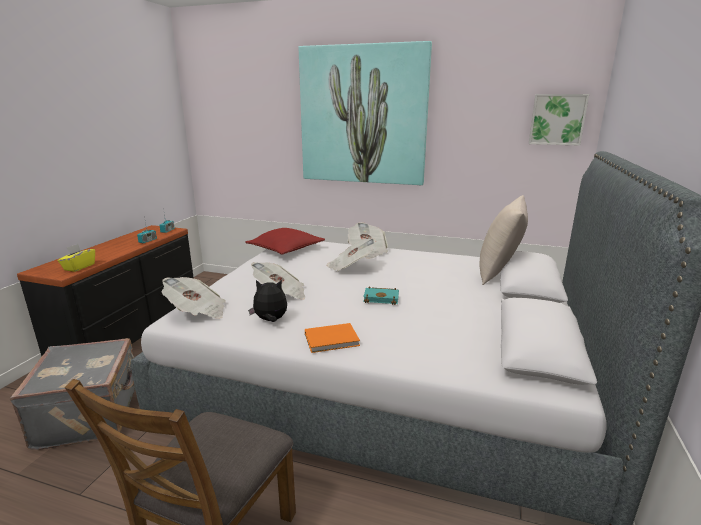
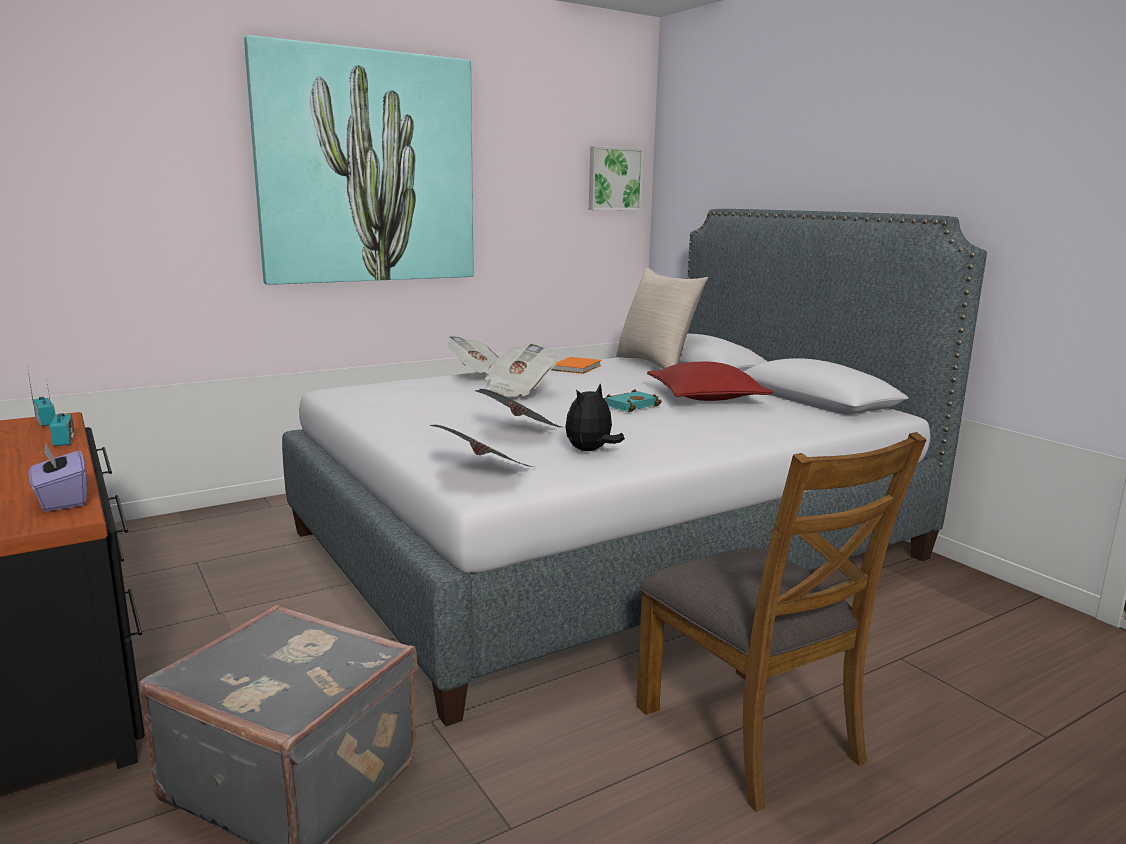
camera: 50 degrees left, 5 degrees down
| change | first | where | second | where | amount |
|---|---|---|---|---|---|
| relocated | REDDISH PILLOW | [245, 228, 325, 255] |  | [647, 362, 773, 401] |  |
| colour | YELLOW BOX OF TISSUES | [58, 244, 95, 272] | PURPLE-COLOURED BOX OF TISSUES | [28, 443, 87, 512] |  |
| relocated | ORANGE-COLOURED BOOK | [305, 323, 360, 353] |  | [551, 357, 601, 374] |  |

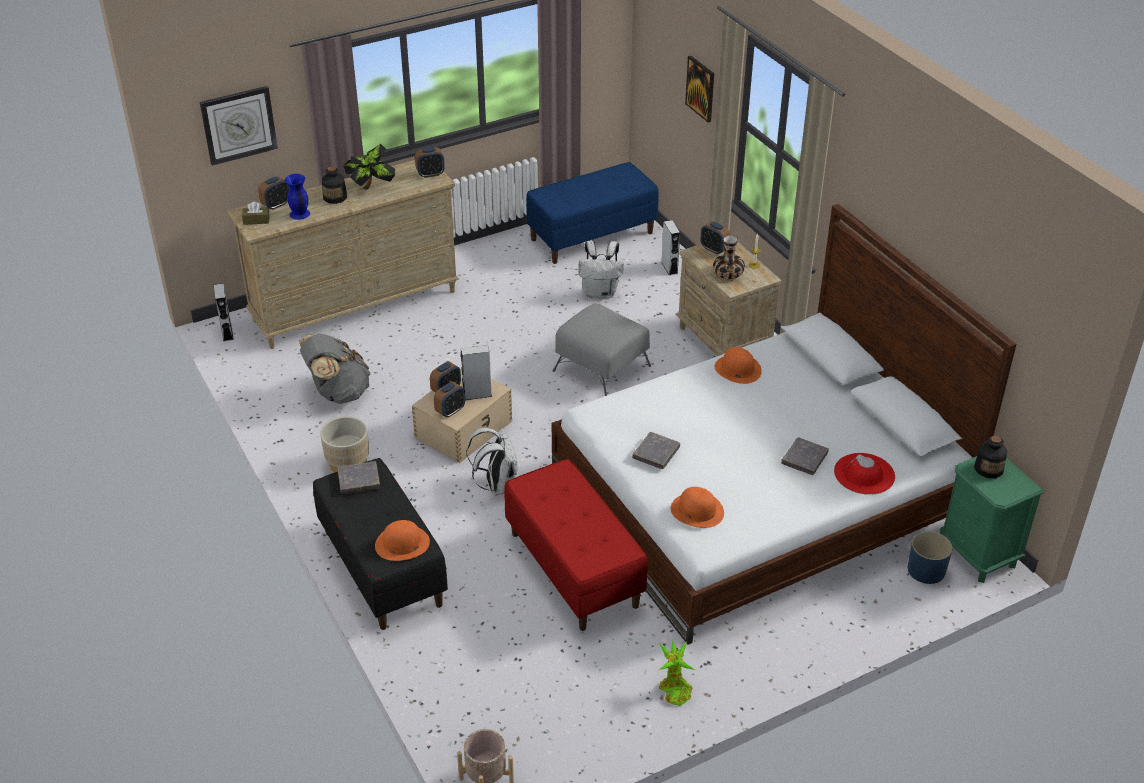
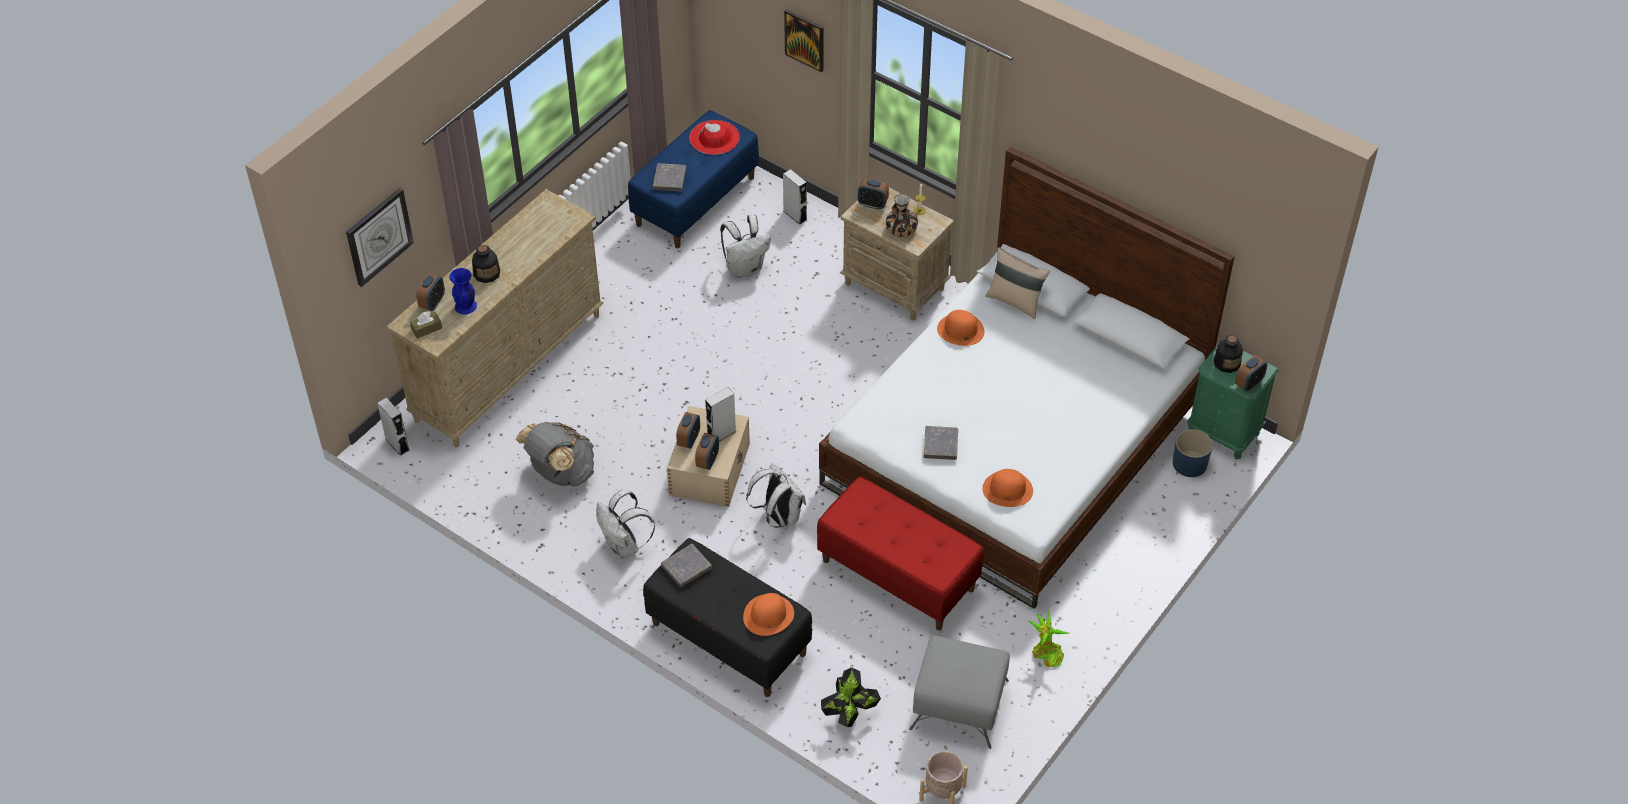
camera: 25 degrees left, 10 degrees up
| change | first | where | second | where | amount |
|---|---|---|---|---|---|
| relocated | POTTED PLANT | [343, 144, 395, 190] |  | [821, 667, 881, 727] |  |
| relocated | TABLE CLOCK | [415, 147, 445, 178] |  | [1235, 355, 1267, 392] |  |
| relocated | GREYISH OTTOMAN | [553, 303, 651, 396] |  | [909, 635, 1010, 749] |  |
| exchanged | SAND-COLOURED PLANT POT | [320, 416, 369, 473] | WHITE KNAPSACK | [596, 489, 655, 559] |  |
| relocated | GREYISH BOOK | [781, 437, 829, 475] |  | [653, 163, 686, 192] |  |
| relocated | REDDISH WEARABLE HAT | [834, 453, 895, 495] |  | [689, 120, 740, 155] |  |
| appeared |  |  | SAND-COLOURED PILLOW | [985, 247, 1050, 319] |  |

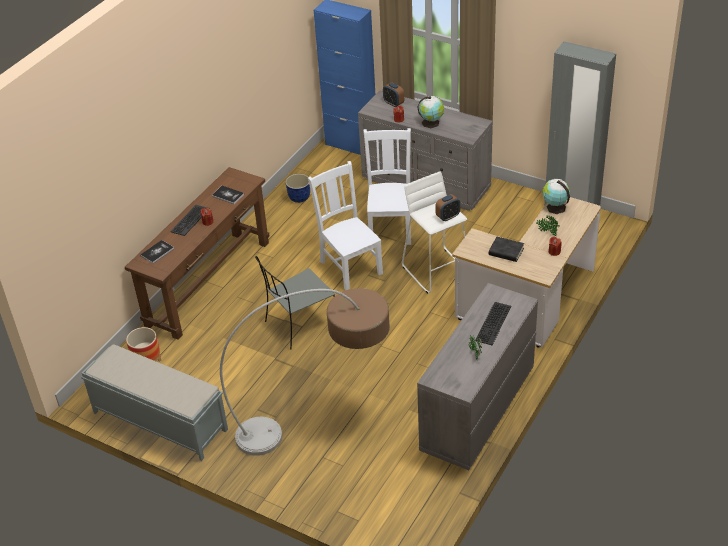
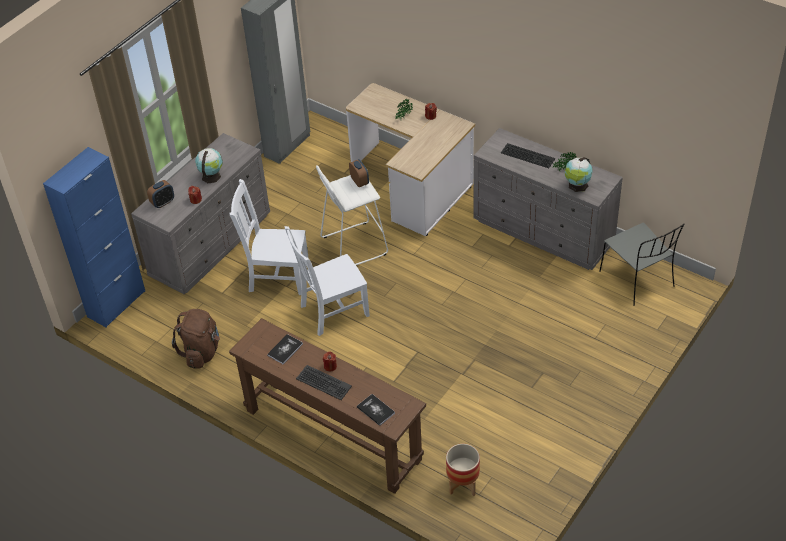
camera: 85 degrees left, 5 degrees up
| change | first | where | second | where | amount |
|---|---|---|---|---|---|
| exchanged | PLANT POT | [285, 174, 310, 203] | BROWNISH KNAPSACK | [172, 309, 220, 369] |  |
| relocated | WORLD GLOBE | [542, 179, 570, 214] |  | [565, 157, 593, 192] |  |
| missing | BLACKISH BOOK | [489, 237, 524, 262] |  |  |  |
| relocated | GREYISH UPRIGHT CHAIR | [255, 256, 335, 349] |  | [599, 222, 684, 306] |  |
| missing | STANDARD LAMP | [220, 288, 390, 456] |  |  |  |
| missing | GREYISH BENCH | [81, 345, 228, 461] |  |  |  |

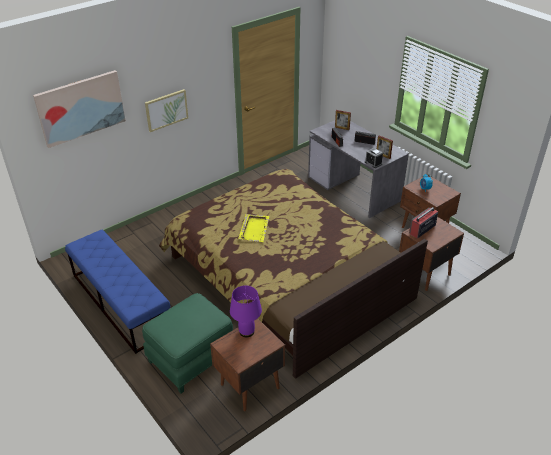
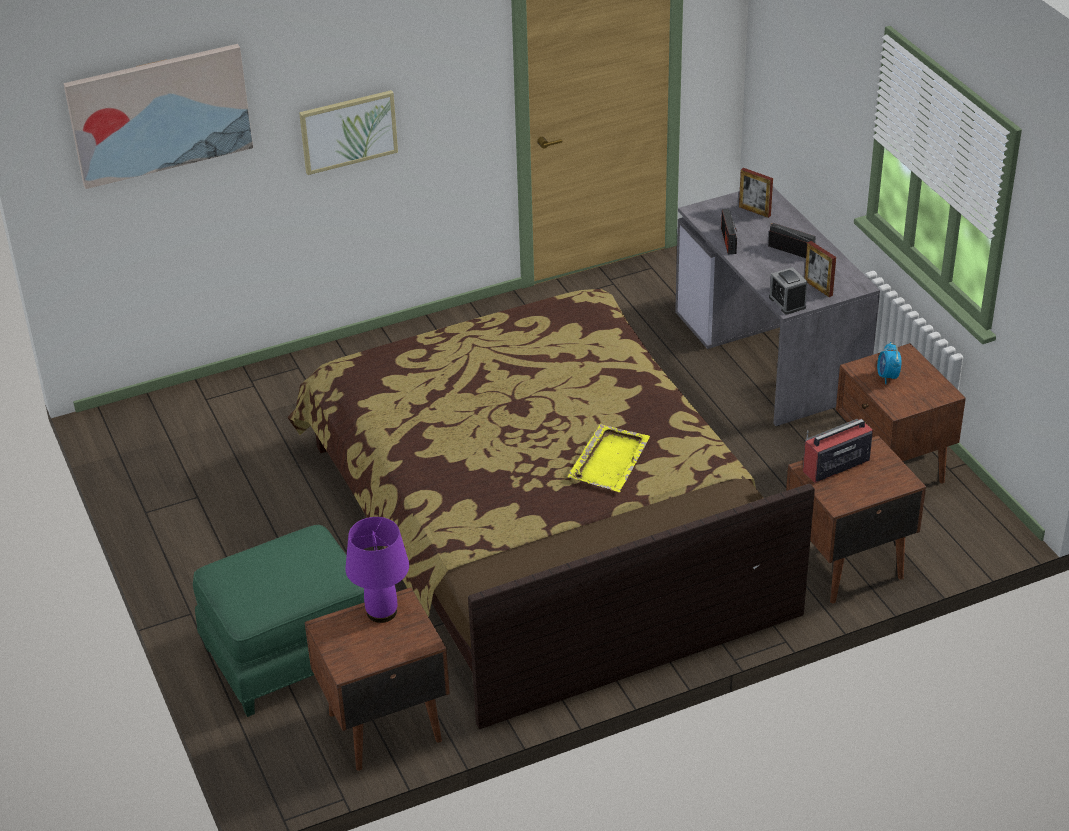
camera: 15 degrees right, 0 degrees up
| change | first | where | second | where | amount |
|---|---|---|---|---|---|
| relocated | YELLOW SERVING TRAY | [238, 214, 270, 242] |  | [568, 424, 650, 492] |  |
| missing | BLUE BENCH | [65, 230, 170, 354] |  |  |  |

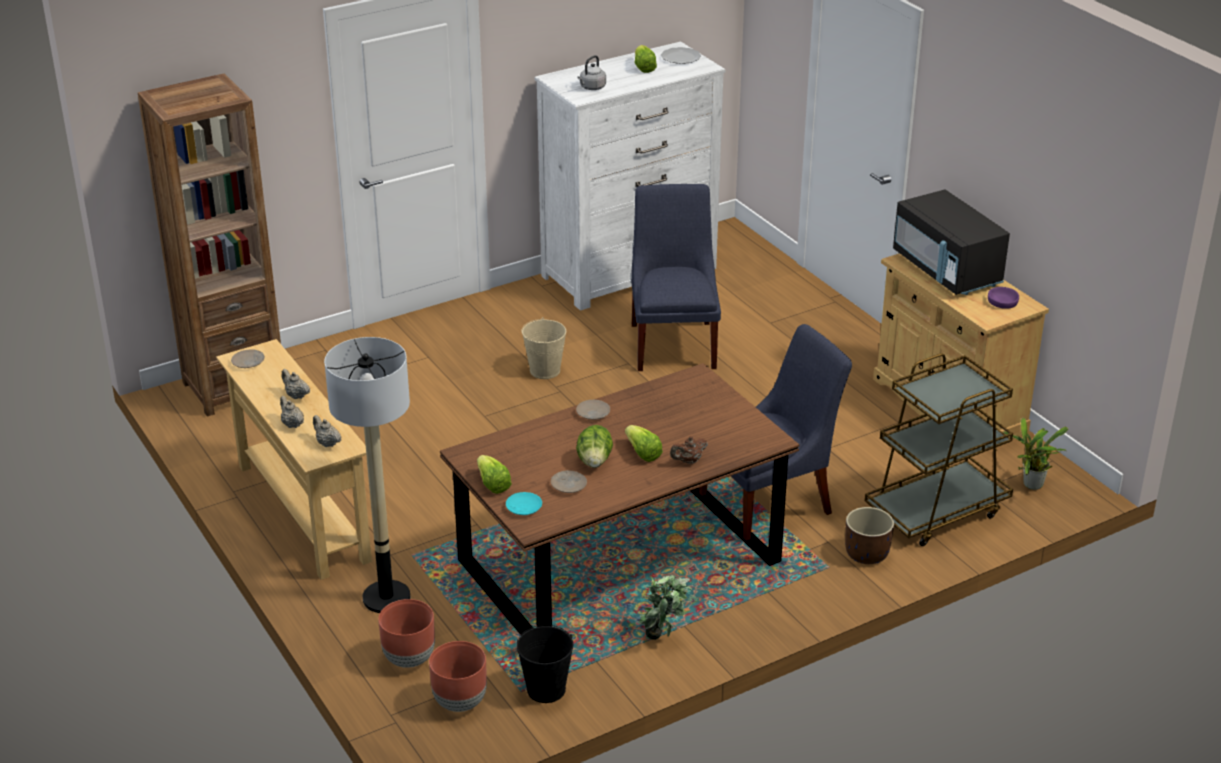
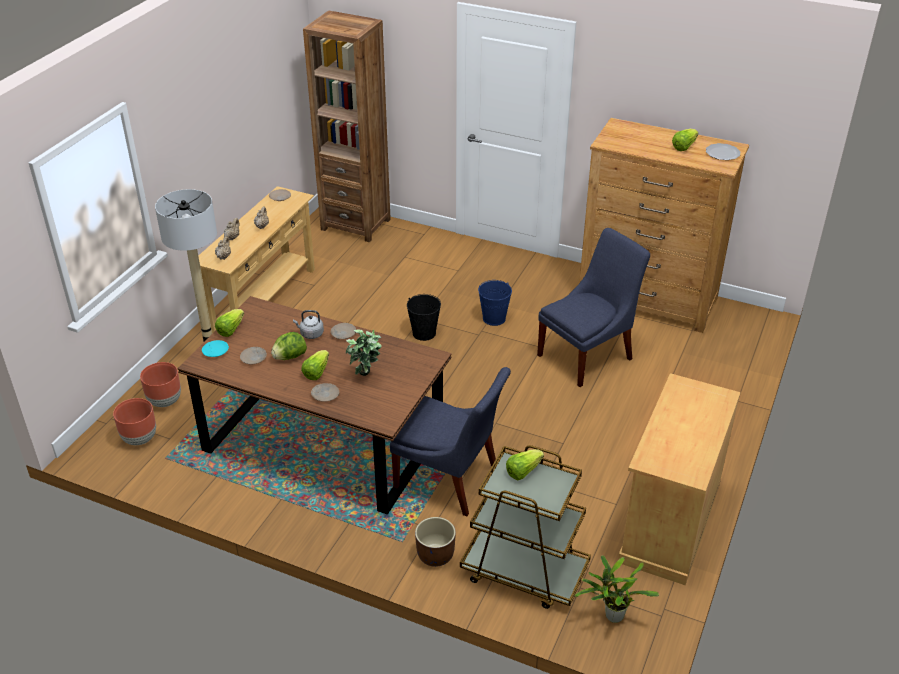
camera: 55 degrees right, 5 degrees up
| change | first | where | second | where | amount |
|---|---|---|---|---|---|
| colour | WHITE CHEST OF DRAWERS | [535, 42, 725, 311] | BROWNISH CHEST OF DRAWERS | [579, 118, 749, 333] |  |
| relocated | GREYISH KETTLE | [577, 55, 606, 90] |  | [293, 310, 324, 339] |  |
| missing | BLACKISH MICROWAVE OVEN | [893, 190, 1010, 295] |  |  |  |
| missing | PURPLE-COLOURED DEEP DISH | [988, 287, 1019, 309] |  |  |  |
| colour | SAND-COLOURED BUCKET | [521, 317, 566, 379] | BLUE BUCKET | [478, 280, 512, 326] |  |
| exchanged | BROWNISH POT FOR TEA | [670, 437, 708, 464] | SAND-COLOURED FLAT DISH | [311, 383, 339, 402] |  |
| relocated | POTTED PLANT | [638, 575, 692, 640] |  | [346, 329, 382, 376] |  |
| relocated | BLACKISH BUCKET | [517, 625, 573, 703] |  | [407, 294, 441, 341] |  |
| appeared |  |  | LETTUCE HEAD | [506, 449, 544, 480] |  |

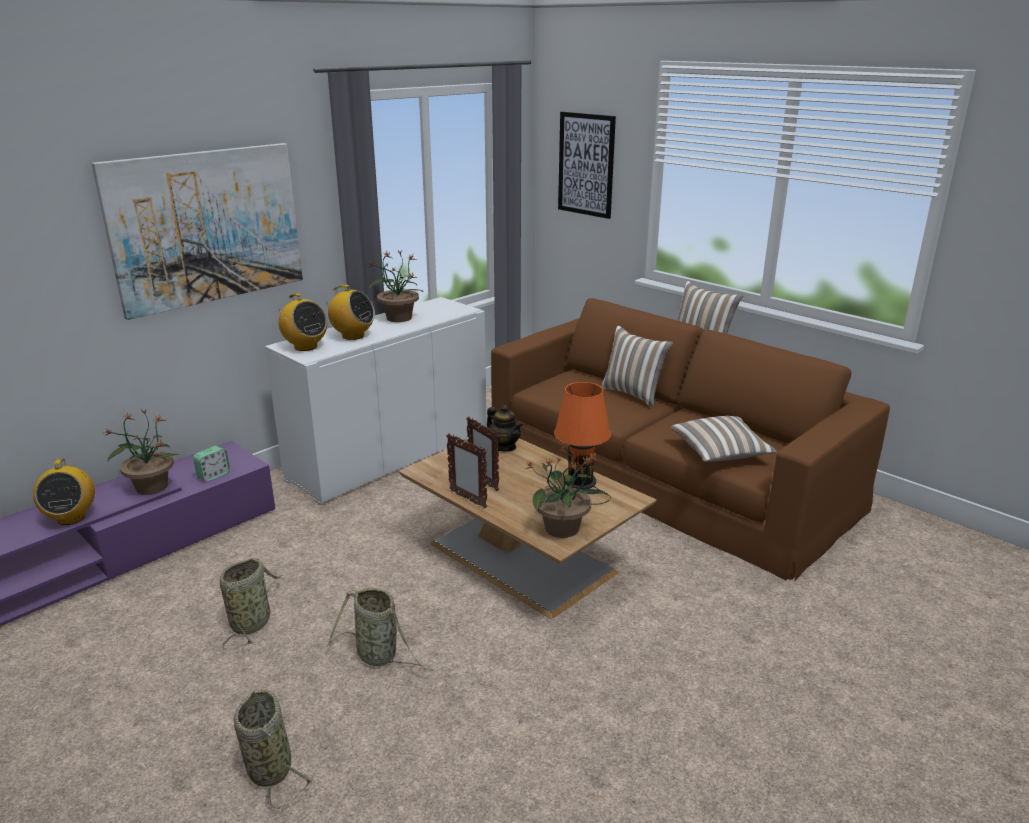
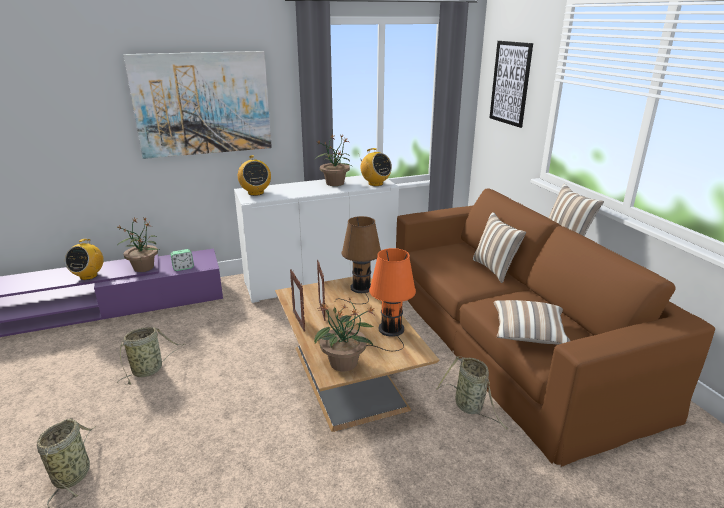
camera: 25 degrees right, 0 degrees up
| change | first | where | second | where | amount |
|---|---|---|---|---|---|
| relocated | RADIO RECEIVER | [322, 285, 375, 340] |  | [360, 148, 392, 186] |  |
| exchanged | POT FOR TEA | [487, 405, 523, 452] | BROWNISH LAMP FOR A TABLE | [335, 216, 381, 304] |  |
| relocated | BASKET | [327, 588, 433, 672] |  | [436, 356, 508, 429] |  |

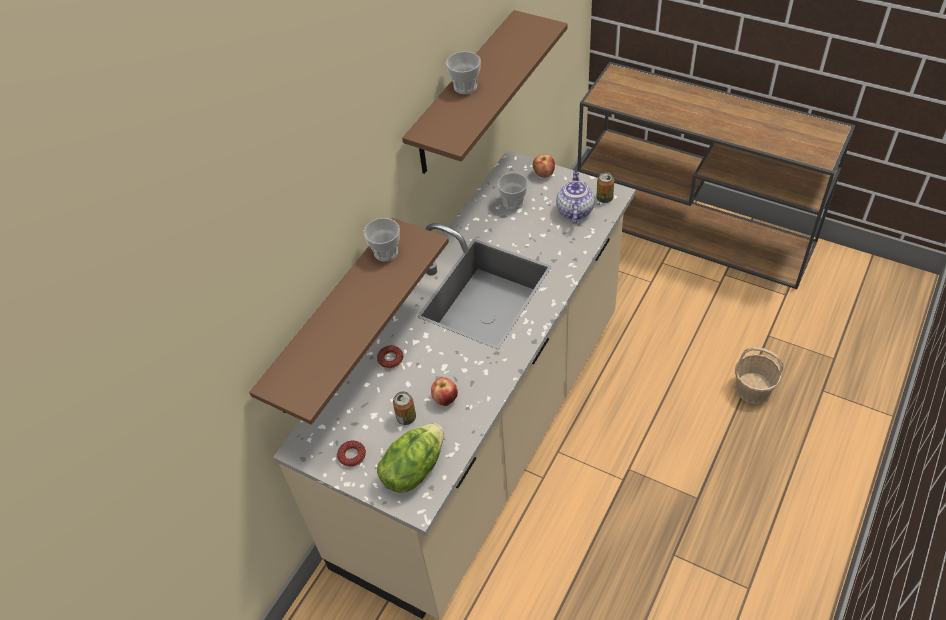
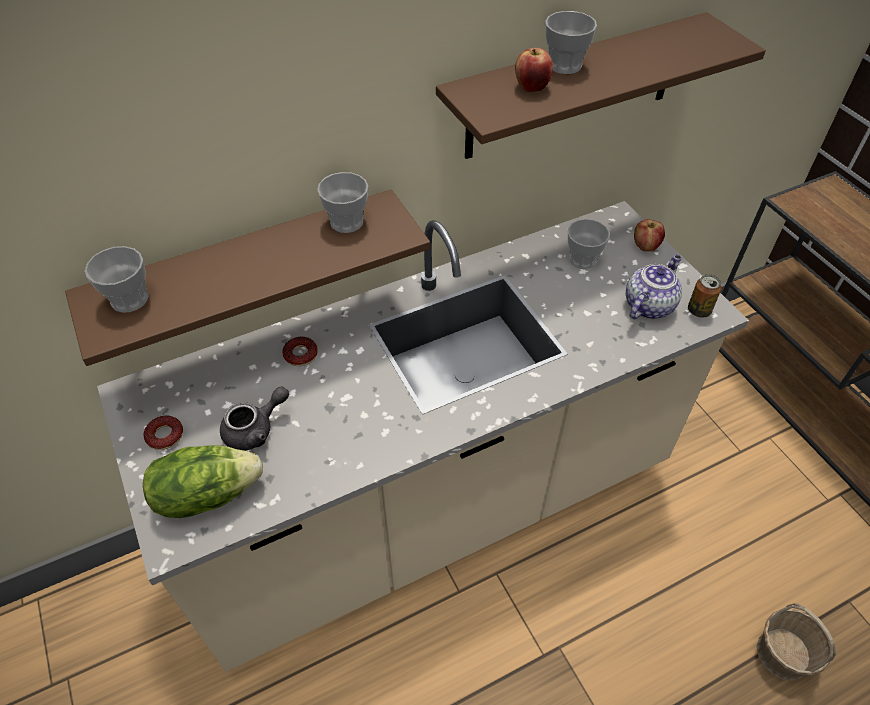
camera: 30 degrees right, 0 degrees up
| change | first | where | second | where | amount |
|---|---|---|---|---|---|
| relocated | APPLE FRUIT | [431, 377, 458, 406] |  | [515, 48, 553, 92] |  |
| exchanged | CAN | [393, 392, 416, 425] | GREYISH POT FOR TEA | [220, 386, 289, 451] |  |
| appeared |  |  | CUP | [85, 246, 148, 312] |  |

